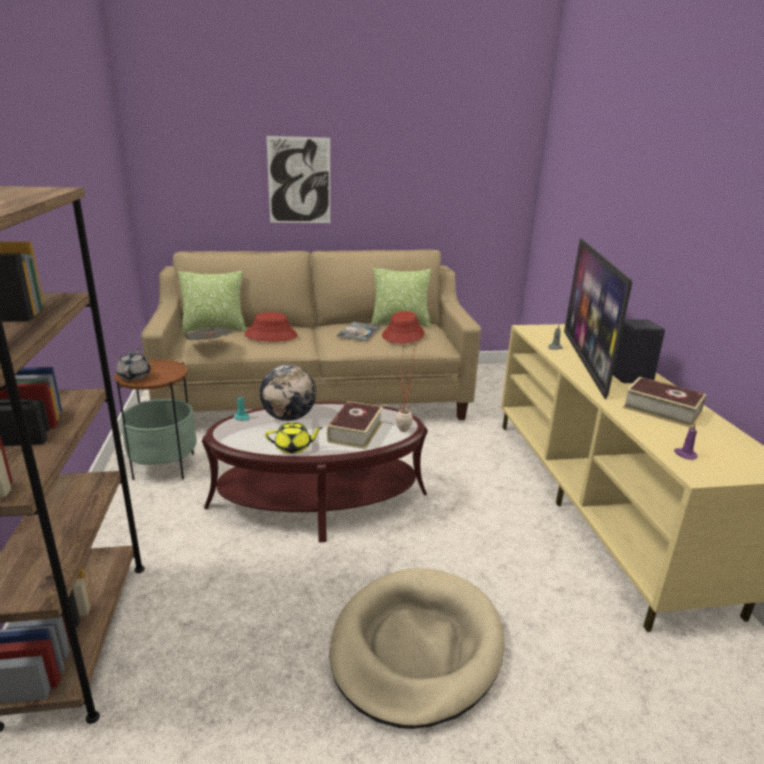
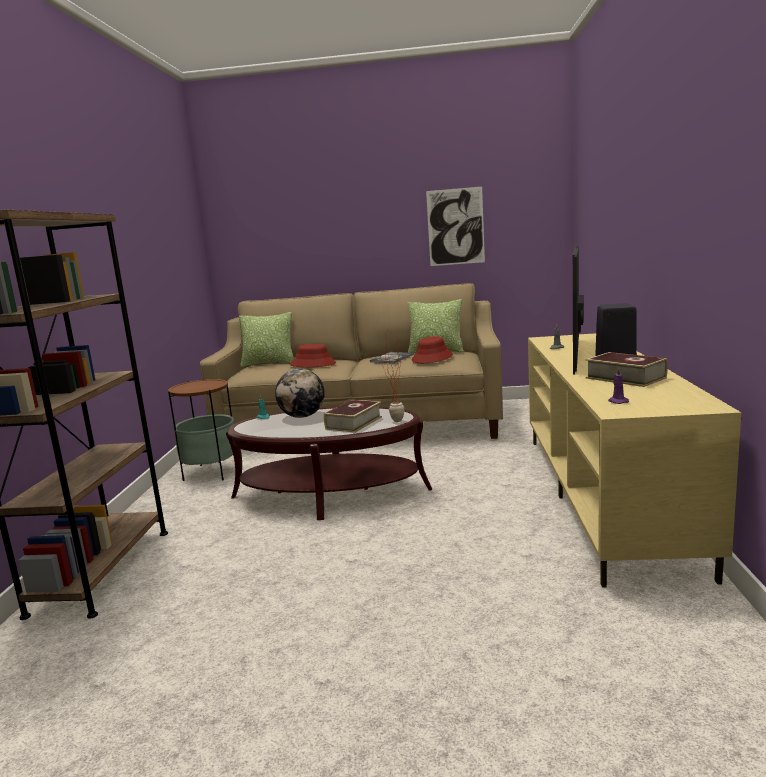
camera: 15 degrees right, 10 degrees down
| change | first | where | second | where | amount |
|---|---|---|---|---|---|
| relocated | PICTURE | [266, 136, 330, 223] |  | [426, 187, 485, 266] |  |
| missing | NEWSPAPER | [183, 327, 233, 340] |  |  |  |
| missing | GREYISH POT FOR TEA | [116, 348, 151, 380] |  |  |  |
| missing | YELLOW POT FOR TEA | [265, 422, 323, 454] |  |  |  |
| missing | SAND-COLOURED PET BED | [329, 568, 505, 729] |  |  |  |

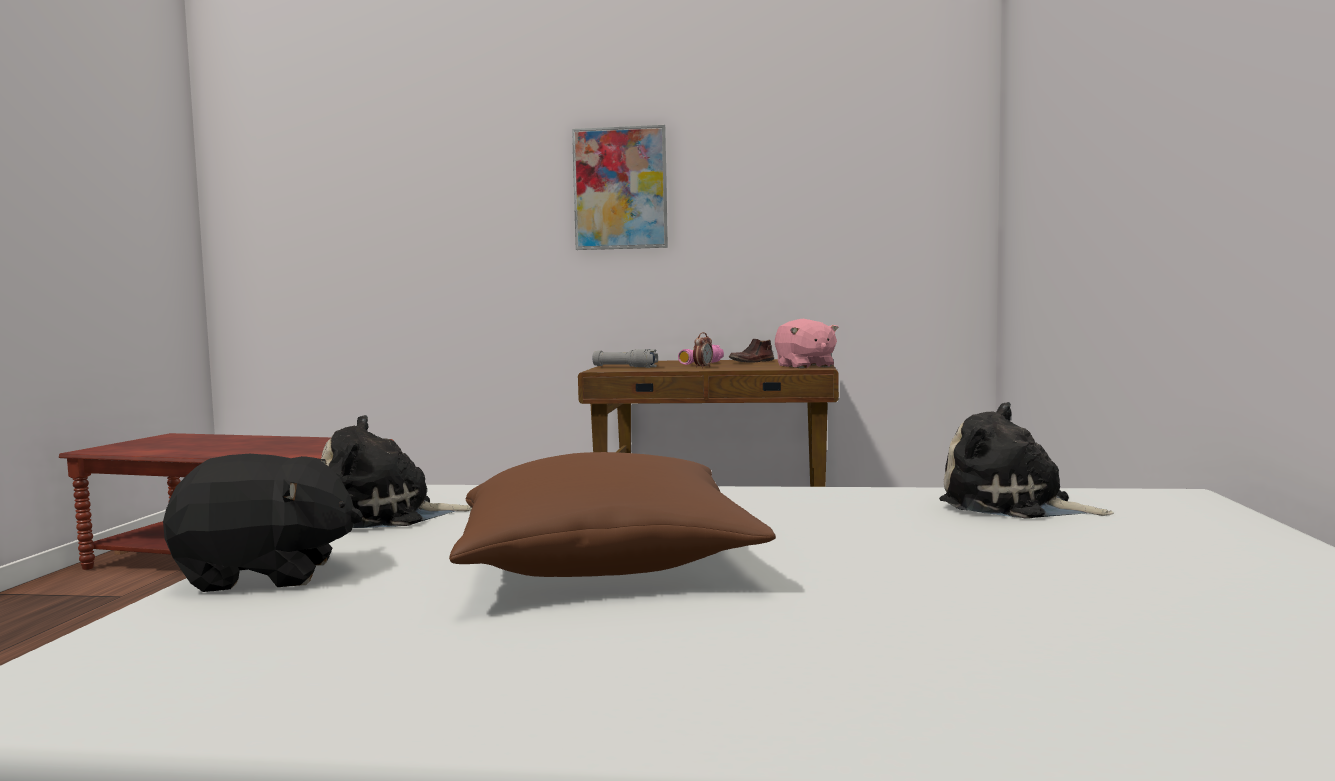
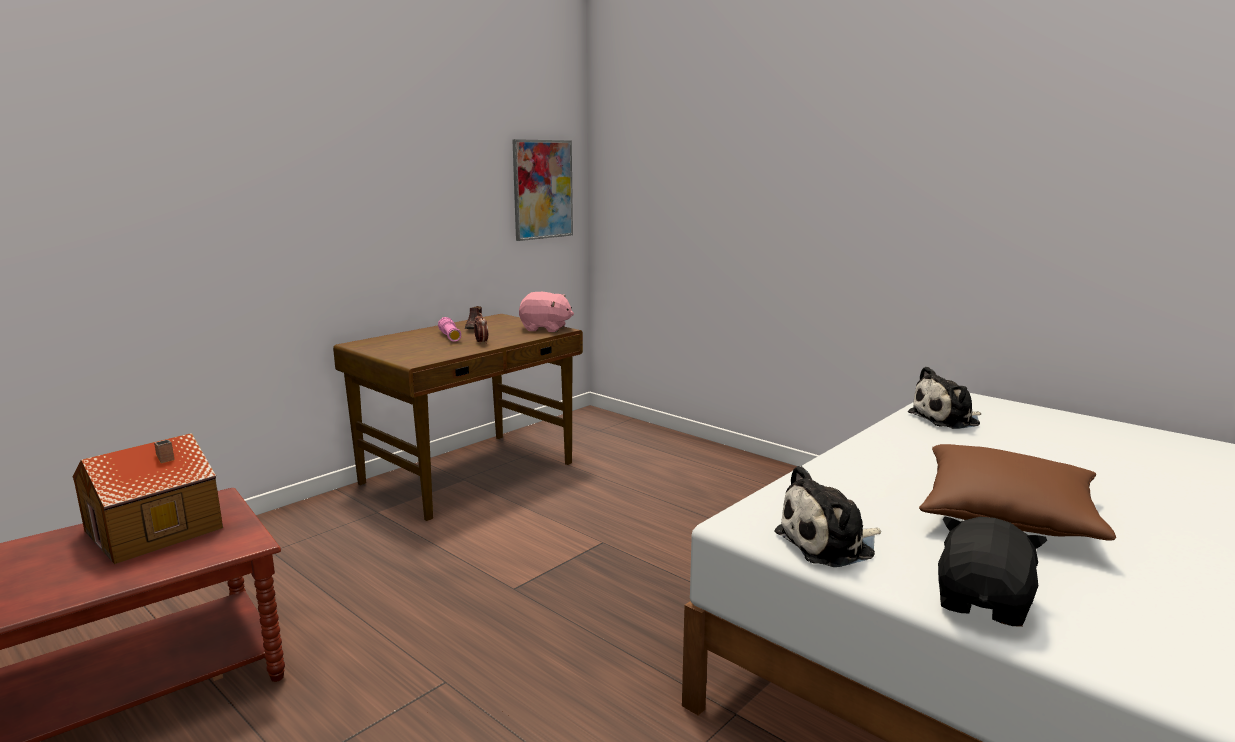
camera: 55 degrees left, 10 degrees up
| change | first | where | second | where | amount |
|---|---|---|---|---|---|
| relocated | PICTURE | [572, 125, 668, 250] |  | [512, 139, 573, 241] |  |
| missing | GREYISH TORCH | [592, 349, 658, 368] |  |  |  |
| spun | PLUSH TOY | [321, 415, 472, 528] |  | [775, 465, 881, 567] | 45 degrees clockwise |
| appeared |  |  | MODEL HOUSE | [72, 433, 223, 564] |  |

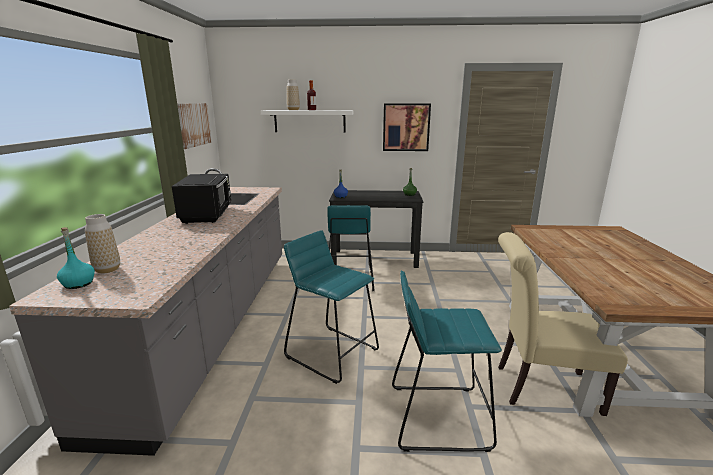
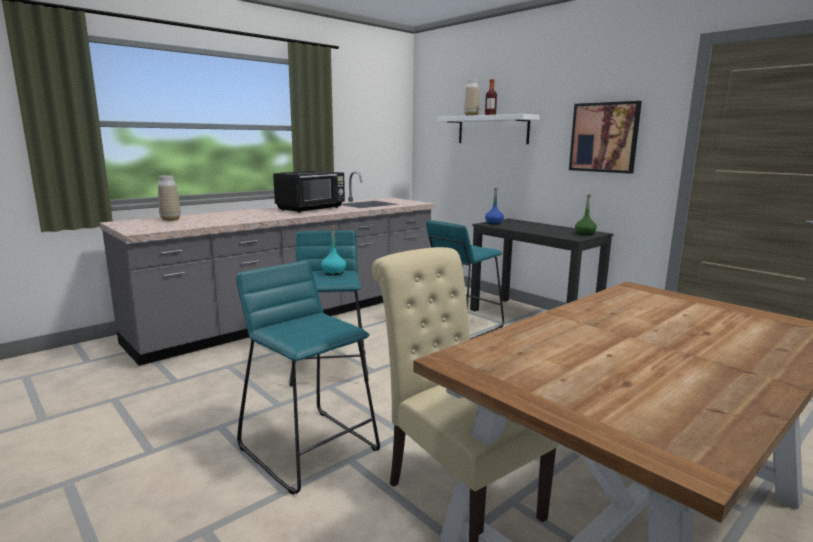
camera: 45 degrees right, 5 degrees down
| change | first | where | second | where | amount |
|---|---|---|---|---|---|
| missing | PICTURE | [177, 103, 212, 149] |  |  |  |
| relocated | TURQUOISE BOTTLE | [57, 227, 95, 289] |  | [321, 226, 346, 276] |  |

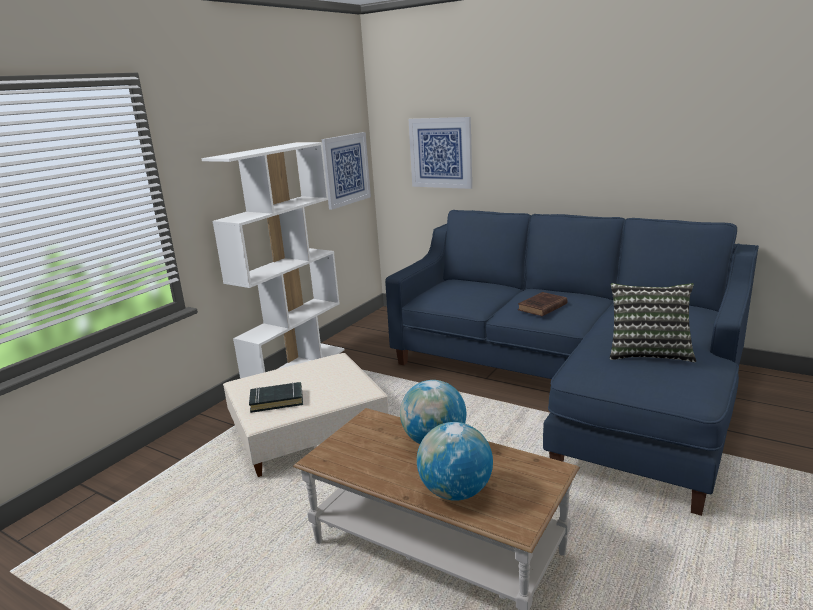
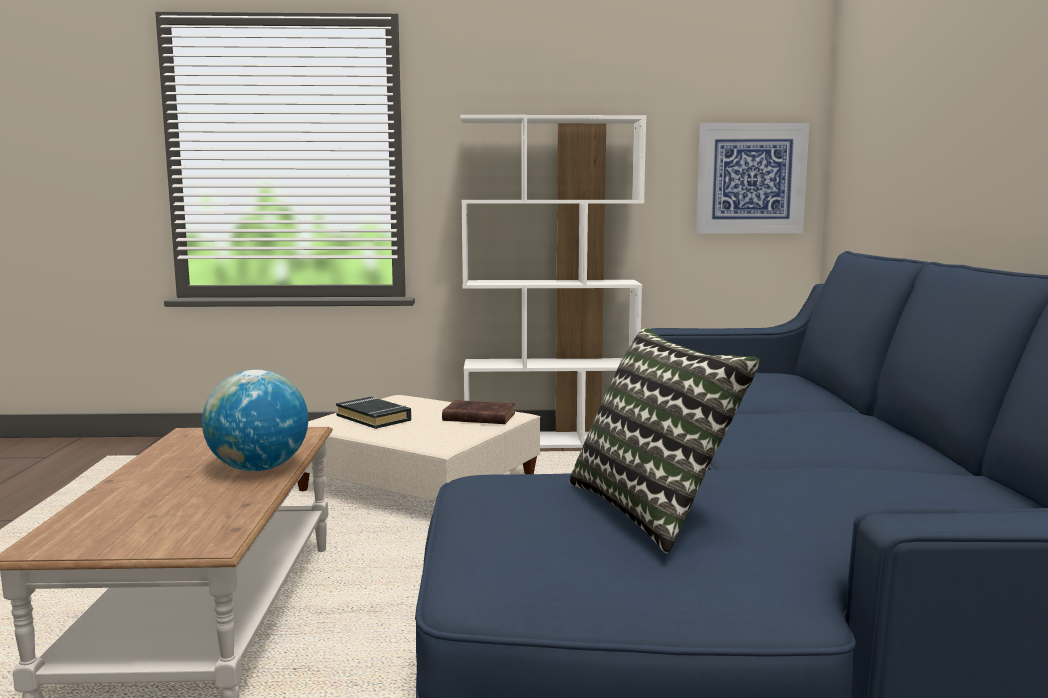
camera: 55 degrees right, 10 degrees down
| change | first | where | second | where | amount |
|---|---|---|---|---|---|
| missing | PICTURE | [408, 117, 472, 189] |  |  |  |
| relocated | BROWNISH BOOK | [518, 292, 568, 316] |  | [442, 400, 515, 424] |  |
| missing | WORLD GLOBE | [417, 422, 493, 501] |  |  |  |

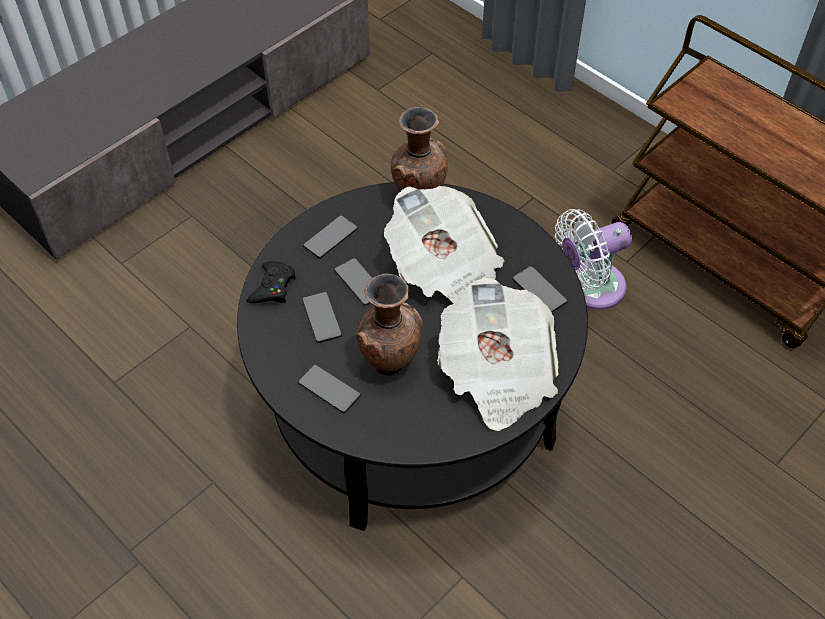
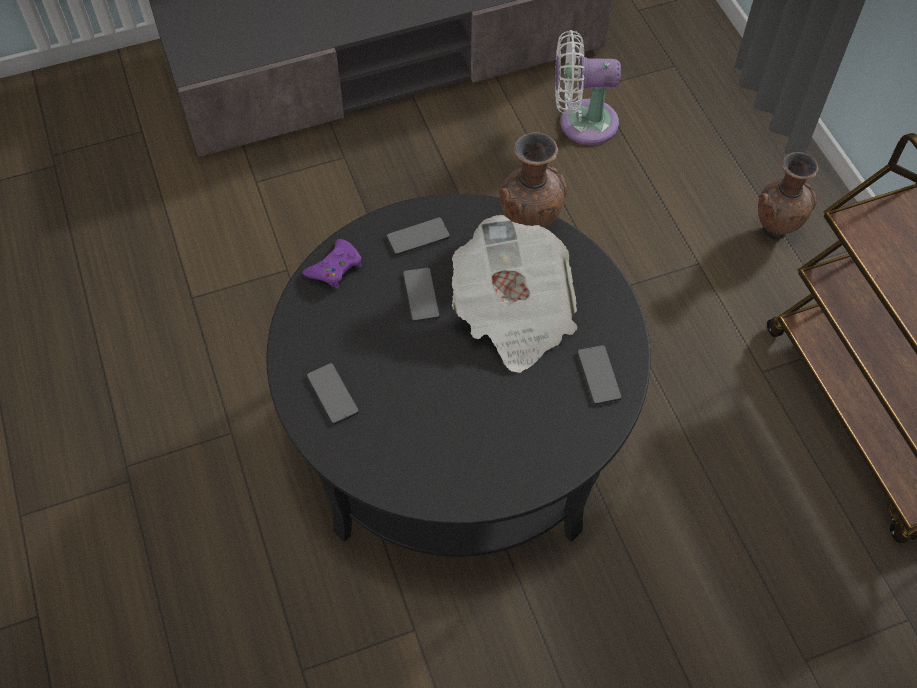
camera: 25 degrees right, 5 degrees up
| change | first | where | second | where | amount |
|---|---|---|---|---|---|
| relocated | WHITE ELECTRIC FAN | [555, 209, 632, 310] |  | [555, 30, 621, 145] |  |
| colour | BLACKISH JOYPAD | [246, 261, 296, 303] | PURPLE-COLOURED JOYPAD | [302, 239, 362, 289] |  |
| relocated | BROWNISH FLOWER VASE | [356, 273, 423, 376] |  | [758, 152, 819, 239] |  |
| missing | NEWSPAPER | [437, 277, 558, 431] |  |  |  |
| missing | HANDSET | [302, 292, 342, 343] |  |  |  |

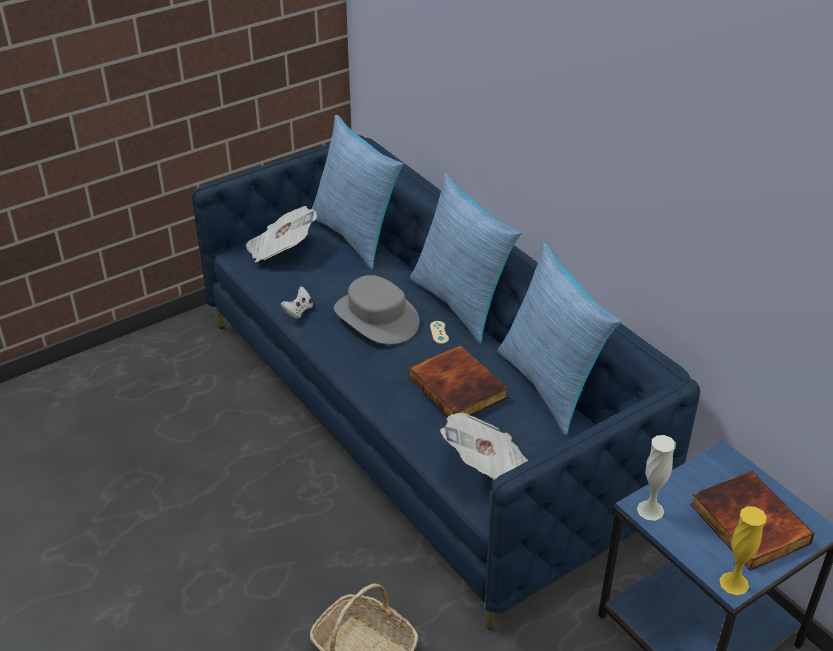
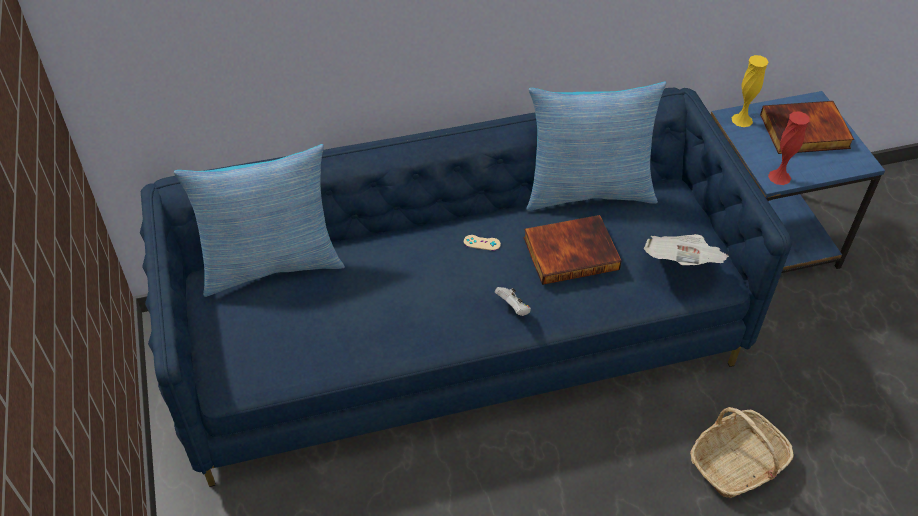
camera: 70 degrees left, 10 degrees up
| change | first | where | second | where | amount |
|---|---|---|---|---|---|
| missing | PILLOW | [410, 173, 522, 344] |  |  |  |
| missing | NEWSPAPER | [246, 206, 317, 263] |  |  |  |
| missing | GREYISH WEARABLE HAT | [334, 275, 420, 345] |  |  |  |
| relocated | WHITE JOYPAD | [281, 286, 313, 319] |  | [495, 287, 531, 316] |  |
| colour | WHITE FLOWER VASE | [637, 435, 676, 521] | REDDISH FLOWER VASE | [768, 111, 810, 185] |  |
| relocated | YELLOW FLOWER VASE | [719, 506, 767, 595] |  | [732, 55, 768, 127] |  |

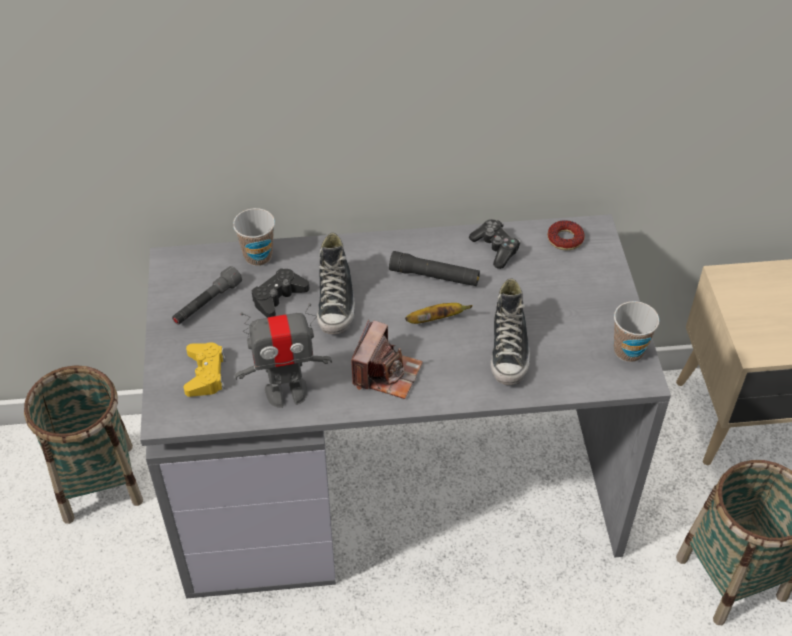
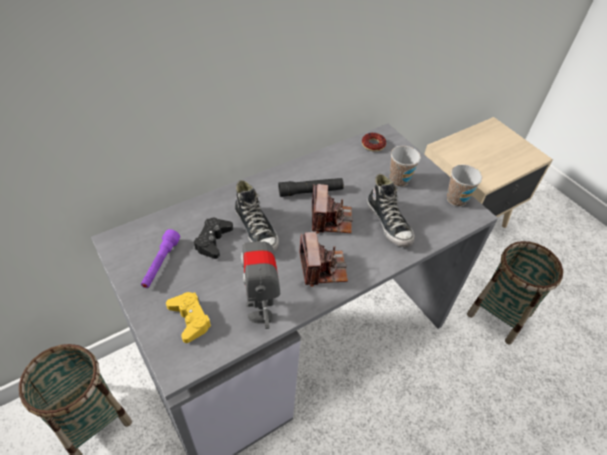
camera: 30 degrees left, 0 degrees up
| change | first | where | second | where | amount |
|---|---|---|---|---|---|
| relocated | CUP | [233, 208, 275, 266] |  | [389, 146, 421, 187] |  |
| missing | JOYPAD | [469, 219, 520, 269] |  |  |  |
| colour | GREYISH TORCH | [172, 266, 242, 325] | PURPLE-COLOURED TORCH | [141, 229, 180, 288] |  |
| spun | ROBOT FIGURE | [235, 303, 332, 408] |  | [241, 220, 280, 329] | 120 degrees clockwise |
| exchanged | BANANA FRUIT | [405, 303, 472, 324] | STILL CAMERA | [312, 184, 353, 234] |  |

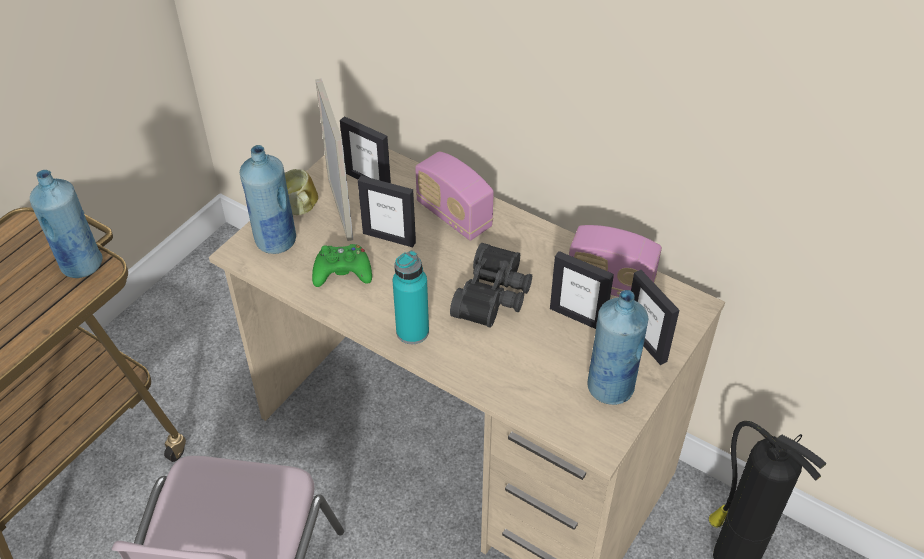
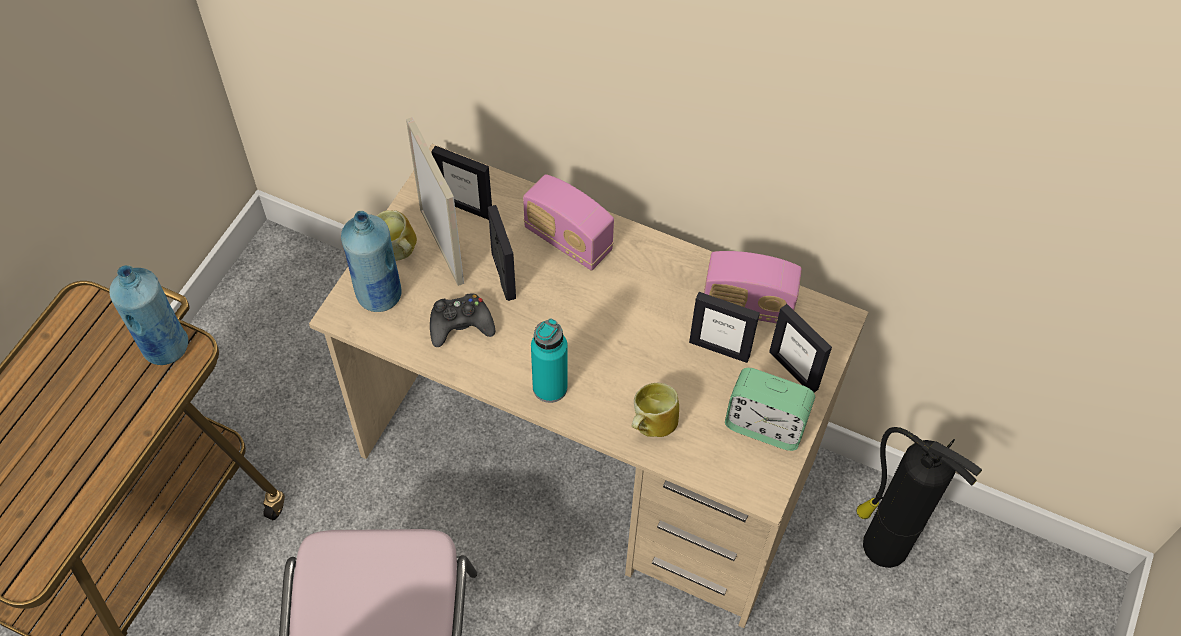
camera: 10 degrees left, 10 degrees up
| change | first | where | second | where | amount |
|---|---|---|---|---|---|
| spun | PICTURE FRAME | [358, 176, 416, 247] |  | [488, 205, 516, 301] | 120 degrees counterclockwise |
| missing | BLACKISH FIELD GLASSES | [450, 243, 532, 328] |  |  |  |
| colour | GREEN JOYPAD | [312, 244, 372, 287] | BLACKISH JOYPAD | [430, 293, 495, 347] |  |
| exchanged | BLUE BOTTLE | [587, 290, 648, 405] | TABLE CLOCK | [725, 368, 815, 451] |  |
| appeared |  |  | COFFEE MUG | [632, 383, 679, 437] |  |

